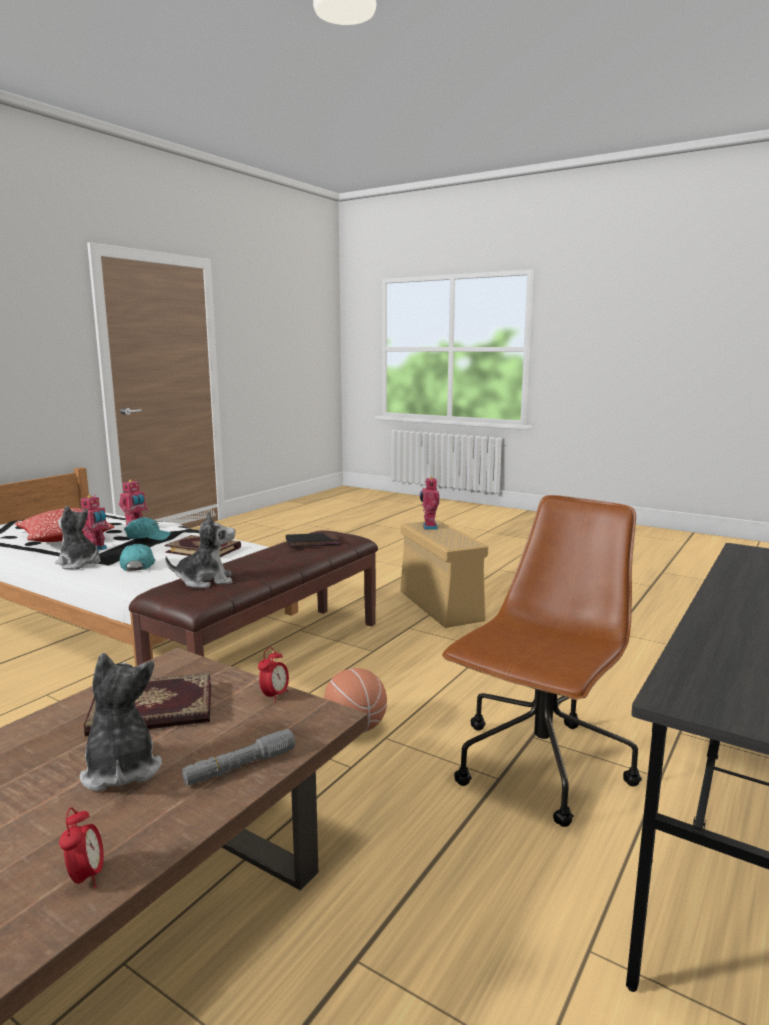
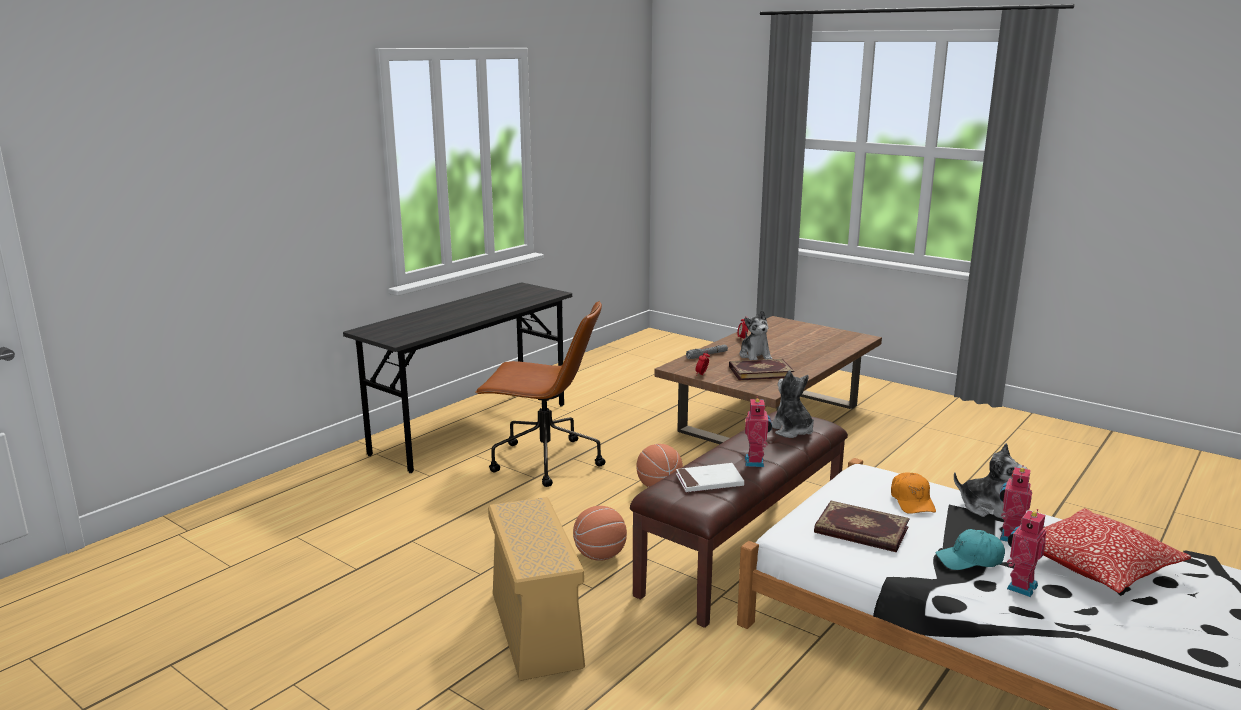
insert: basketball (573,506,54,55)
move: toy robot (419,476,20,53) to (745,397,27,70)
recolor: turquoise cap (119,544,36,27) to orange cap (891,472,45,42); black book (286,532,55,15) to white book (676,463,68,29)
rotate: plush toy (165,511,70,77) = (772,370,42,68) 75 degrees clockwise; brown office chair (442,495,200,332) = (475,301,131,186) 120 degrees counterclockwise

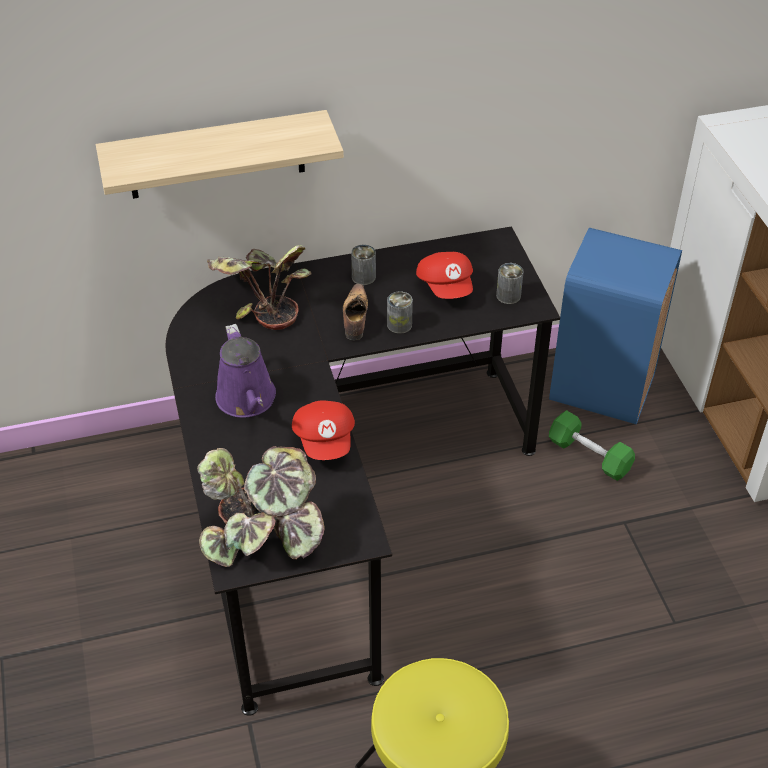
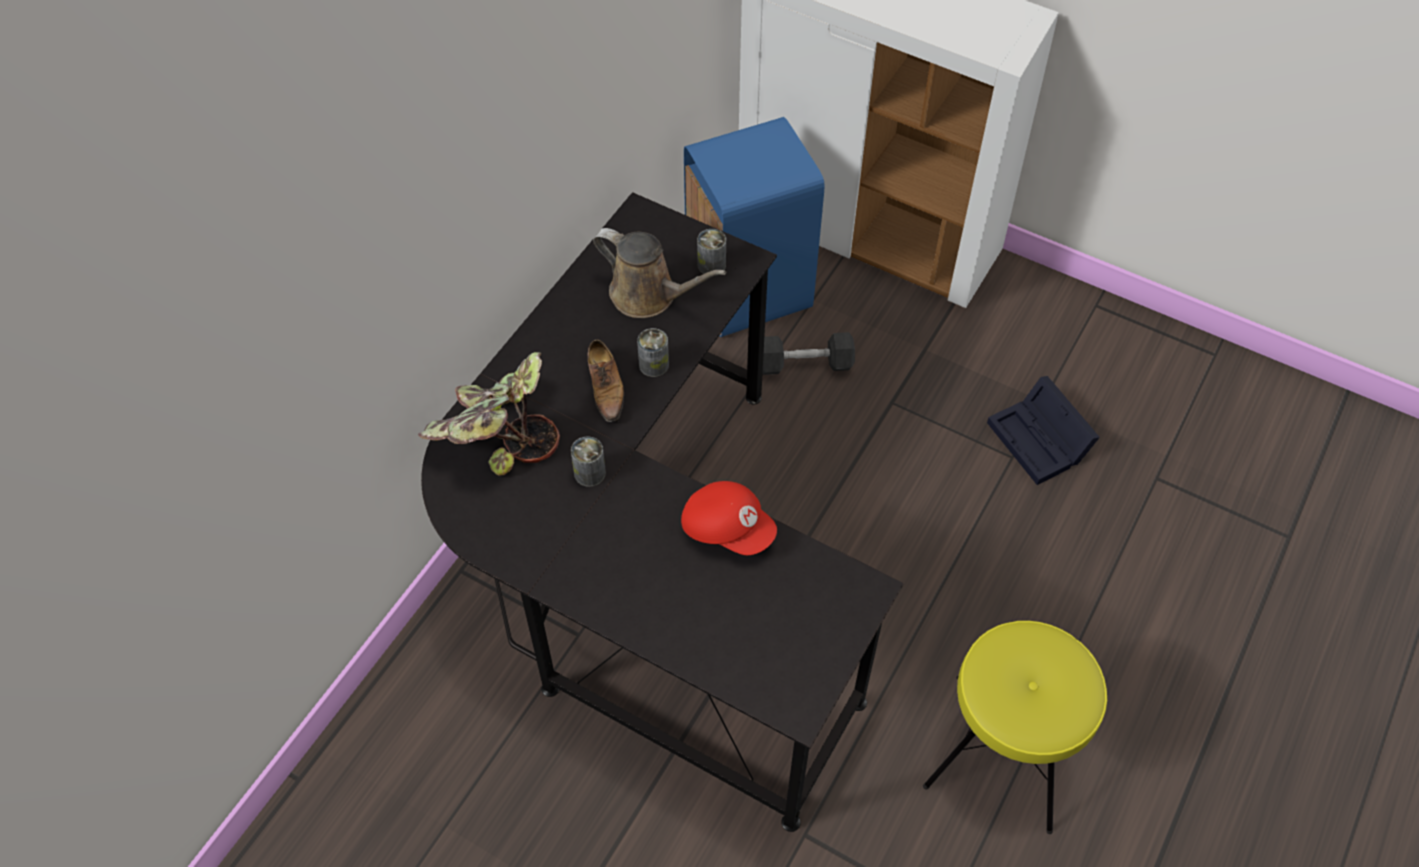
delete: shelf (96,110,248,89); potted plant (197,446,128,121); purple watering can (215,324,61,94)
insert: black storage box (987,376,113,109)
move: can (351,244,25,41) to (571,436,35,51)
replace: red cap (416,252,57,47) to brown watering can (593,228,133,90)
recolor: green dumbbell (549,410,86,71) to grey dumbbell (763,332,92,43)
rotate: shoe (343,284,25,57) = (588,340,36,82) 150 degrees counterclockwise

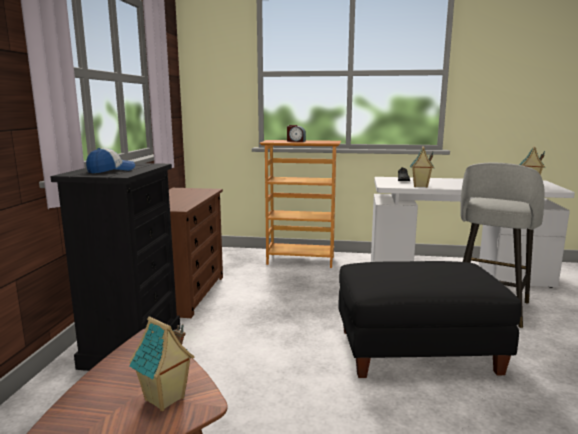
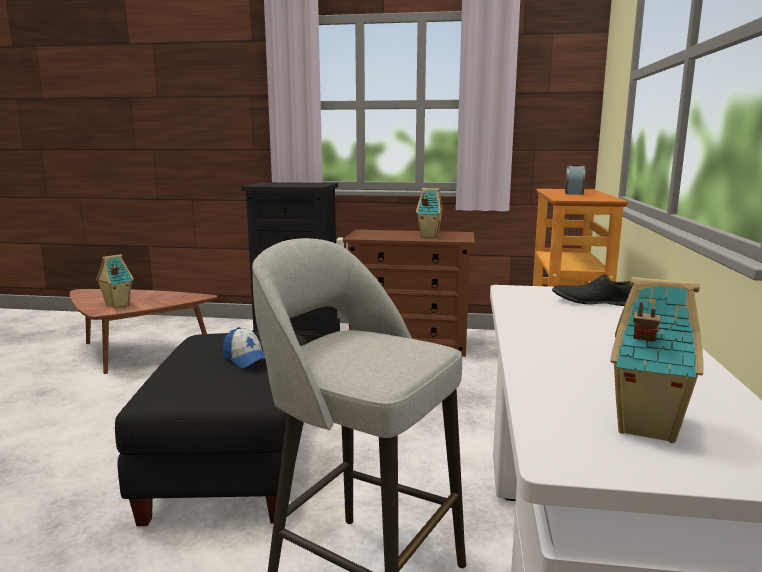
move: cap (86,148,49,25) to (223,327,42,41); toy house (410,146,25,42) to (416,188,28,49)

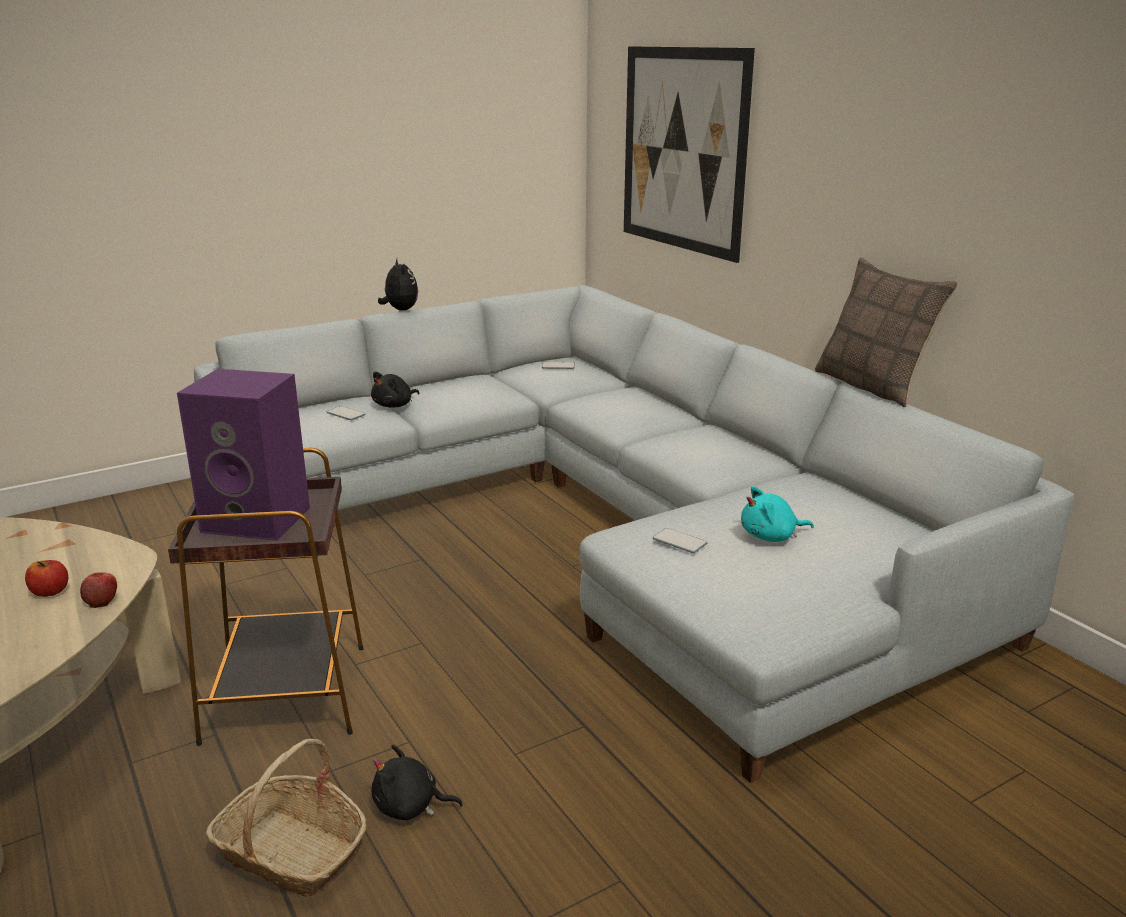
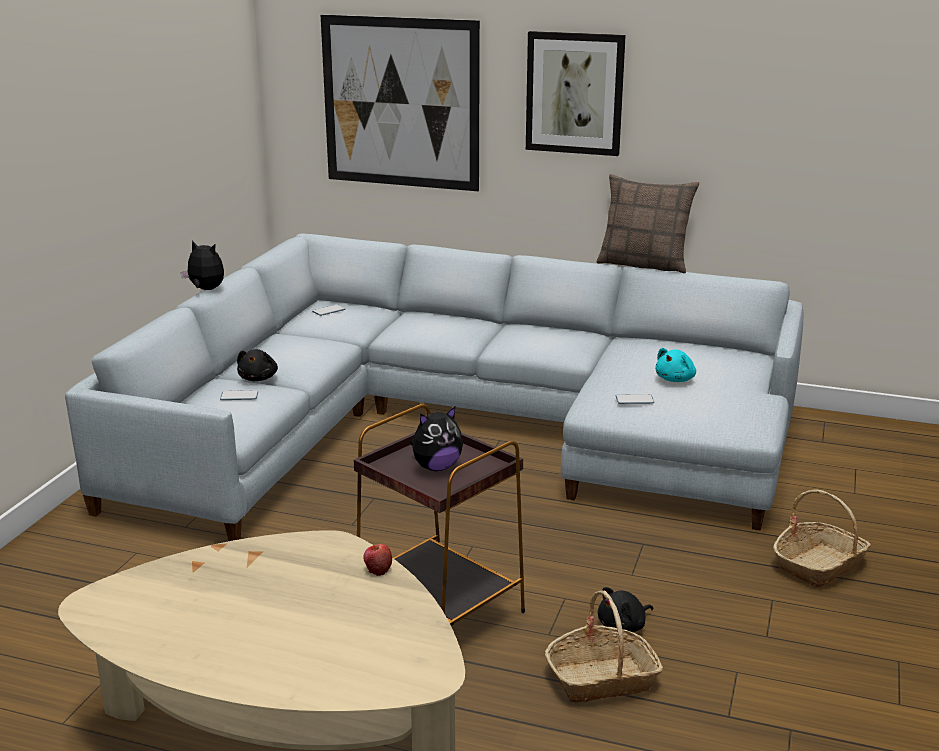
delete: apple (25,560,43,37)
insert: picture (526,31,100,125); basket (773,489,98,98)
replace: purple speaker (177,369,133,172) to plush toy (410,406,53,65)

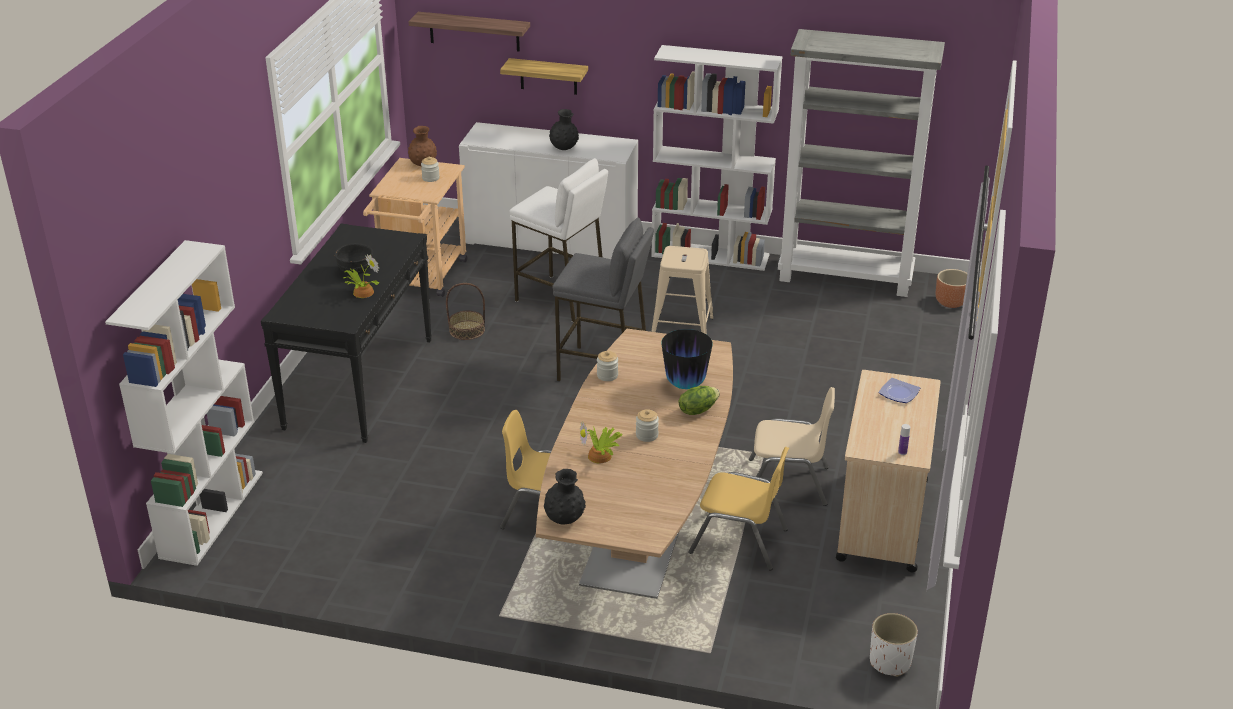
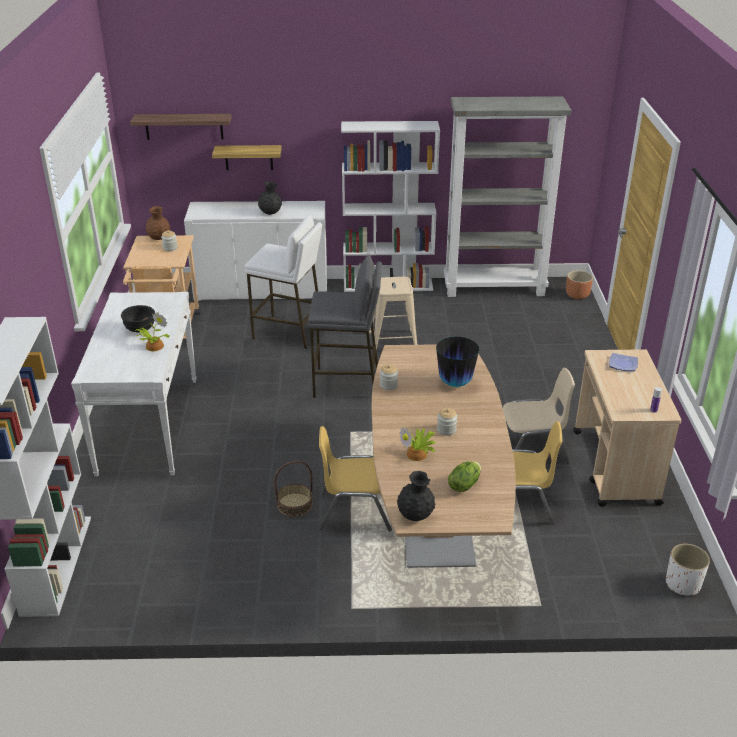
move: basket (446,283,39,57) to (274,461,39,56); lettuce (679,386,41,29) to (448,461,33,31)
recolor: black console table (261,224,171,219) to white console table (71,292,125,184)

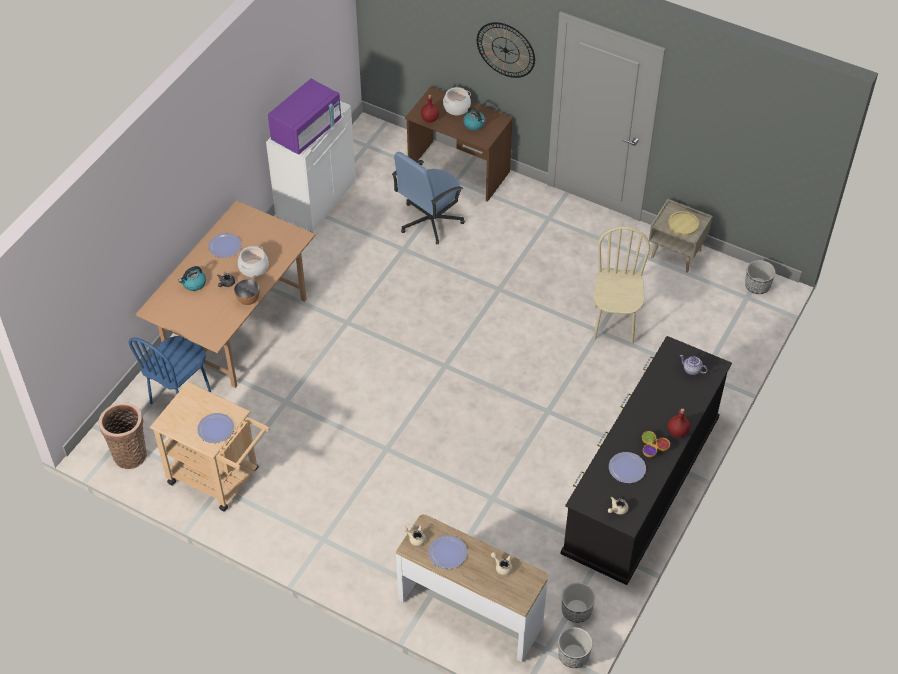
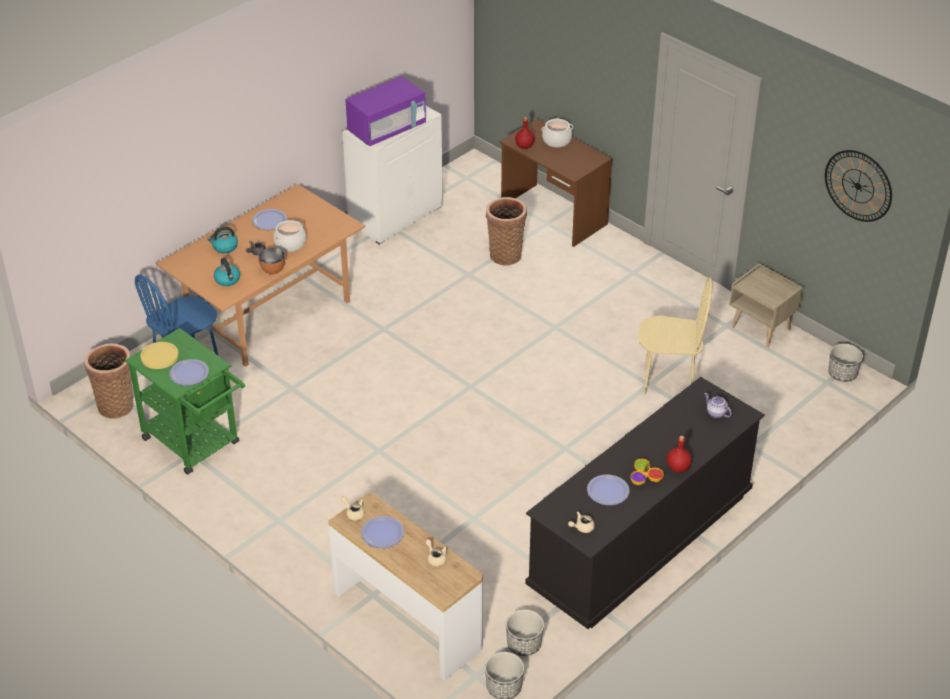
move: kettle (463,107,22,23) to (214,258,26,28); wall clock (477,22,58,56) to (825,150,67,72); yellow plate (668,211,31,25) to (141,342,38,27)
replace: blue office chair (392,152,73,92) to basket (486,197,41,69)
recolor: beige cart (150,382,120,129) to green cart (125,328,120,147)
rotate: beige chair (593,226,57,118) = (639,278,74,117) 75 degrees clockwise

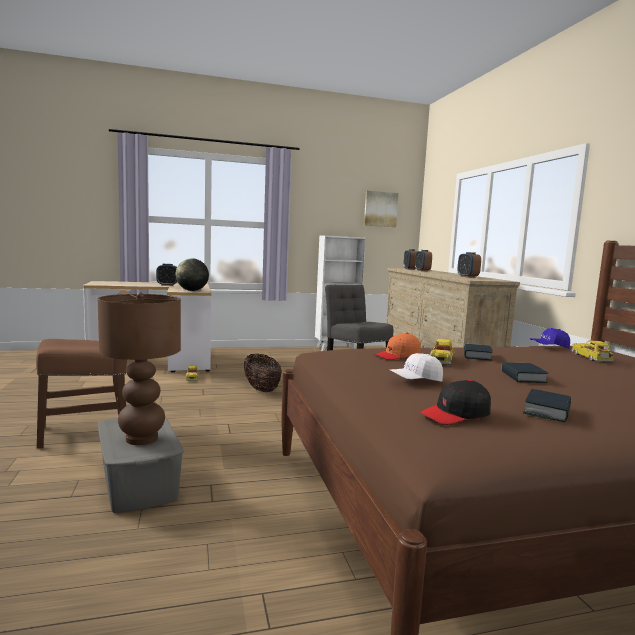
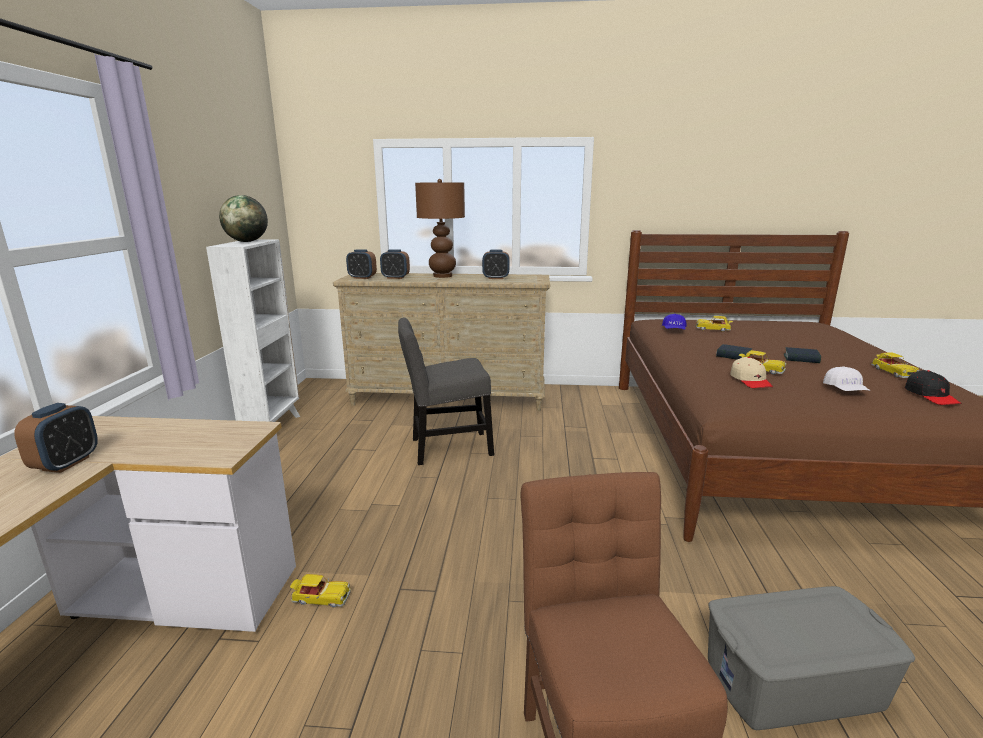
delete: basket (244,354,38,38); picture (364,191,34,36)
move: brown table lamp (98,292,83,153) to (415,179,50,99); globe (176,258,33,33) to (219,195,49,47)
replace: book (523,389,48,33) to toy car (871,352,49,26)
recolor: orange cap (374,333,47,27) to beige cap (730,357,43,31)

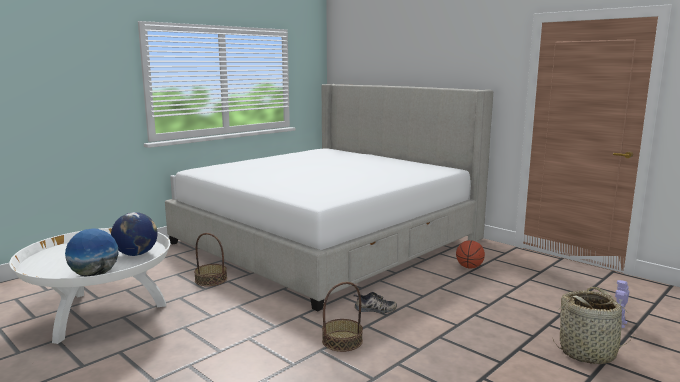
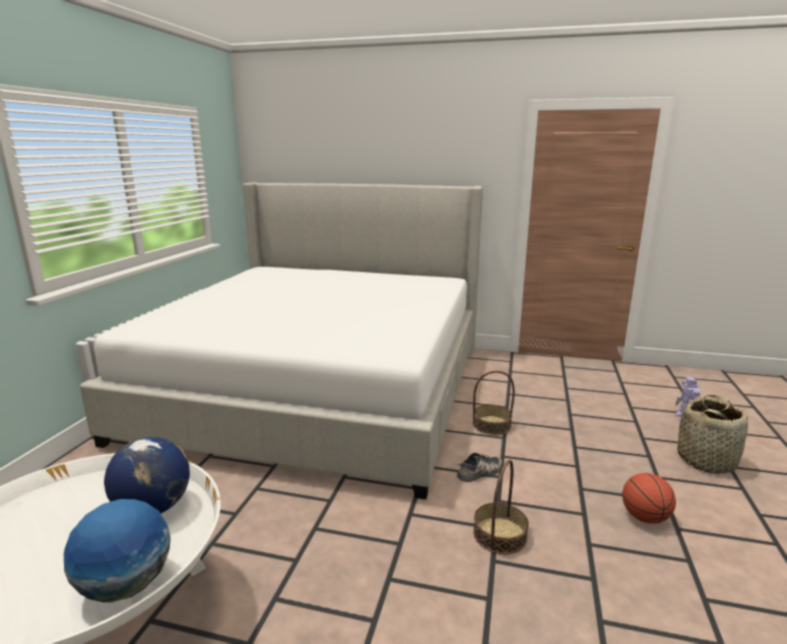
move: basket (194,233,33,53) to (473,371,42,64); basketball (456,240,29,28) to (622,473,54,51)

